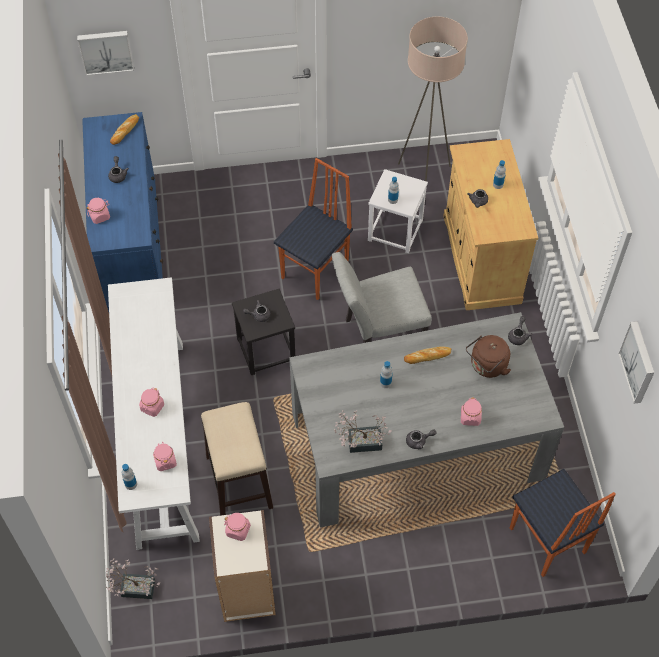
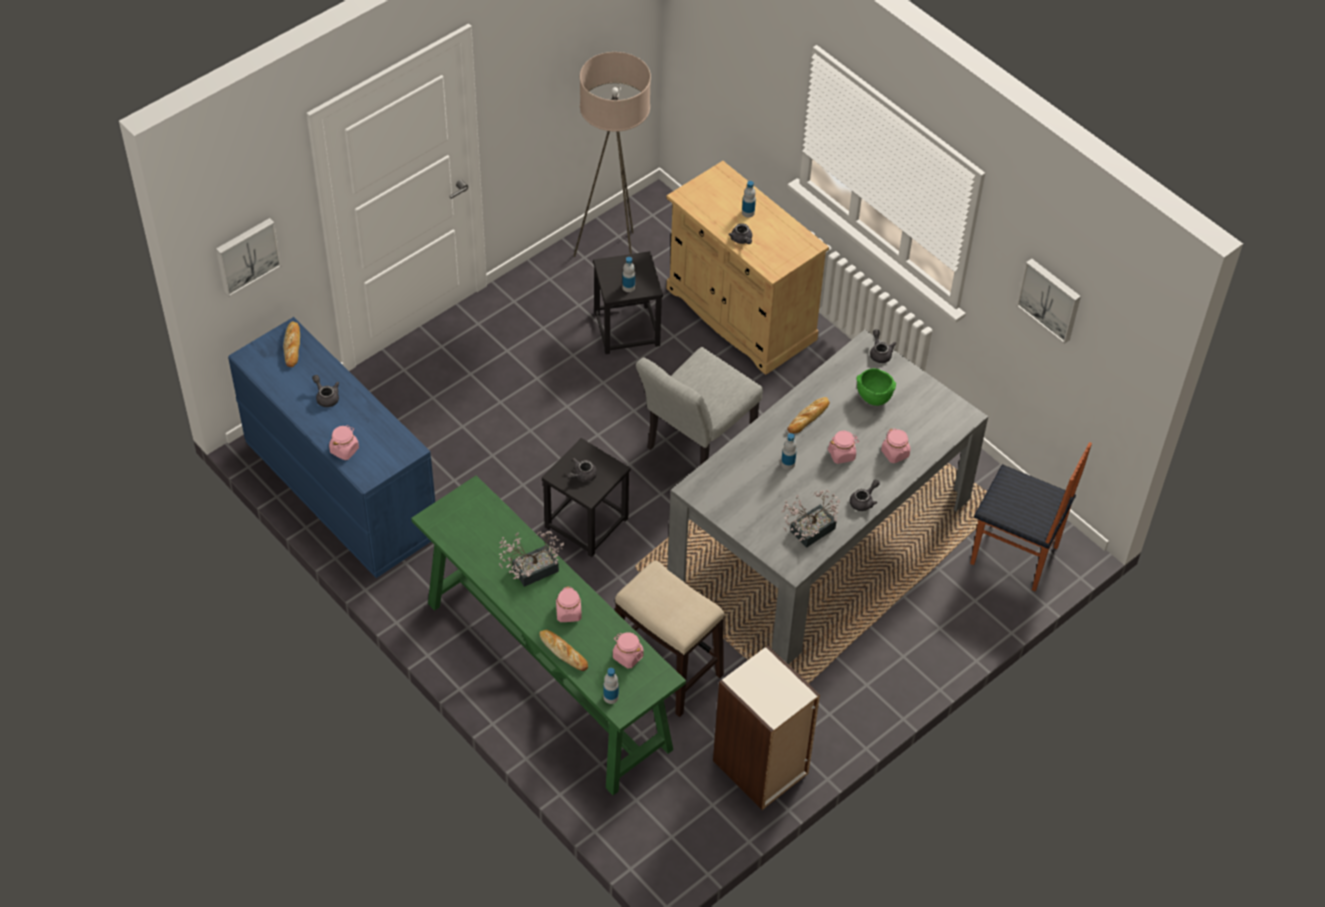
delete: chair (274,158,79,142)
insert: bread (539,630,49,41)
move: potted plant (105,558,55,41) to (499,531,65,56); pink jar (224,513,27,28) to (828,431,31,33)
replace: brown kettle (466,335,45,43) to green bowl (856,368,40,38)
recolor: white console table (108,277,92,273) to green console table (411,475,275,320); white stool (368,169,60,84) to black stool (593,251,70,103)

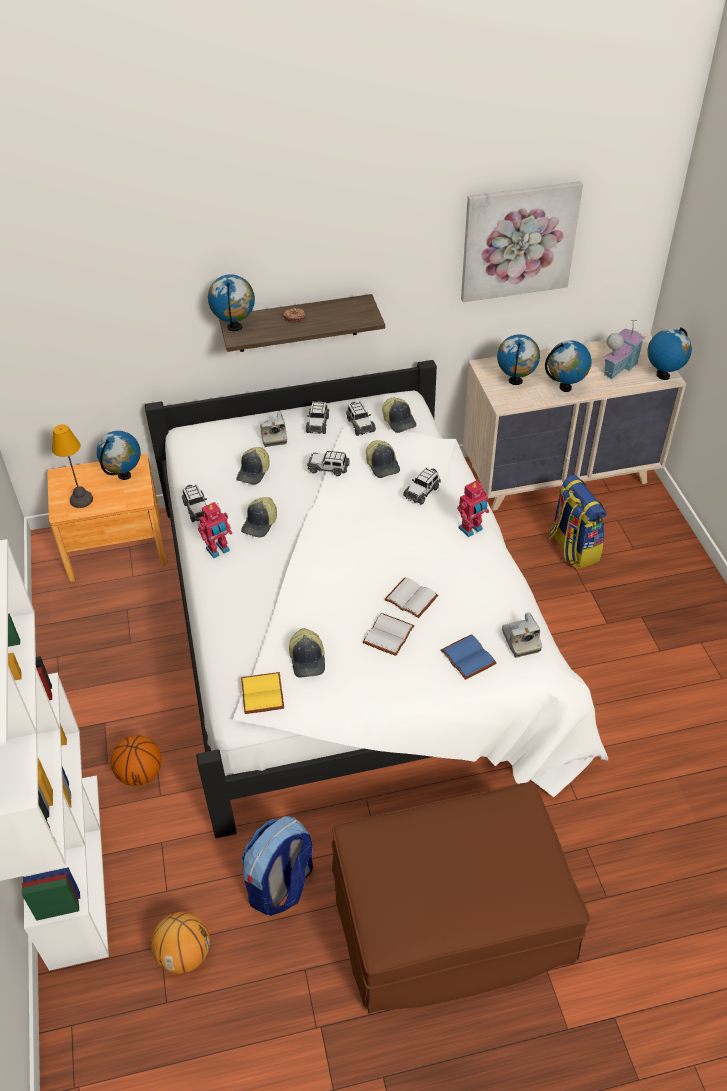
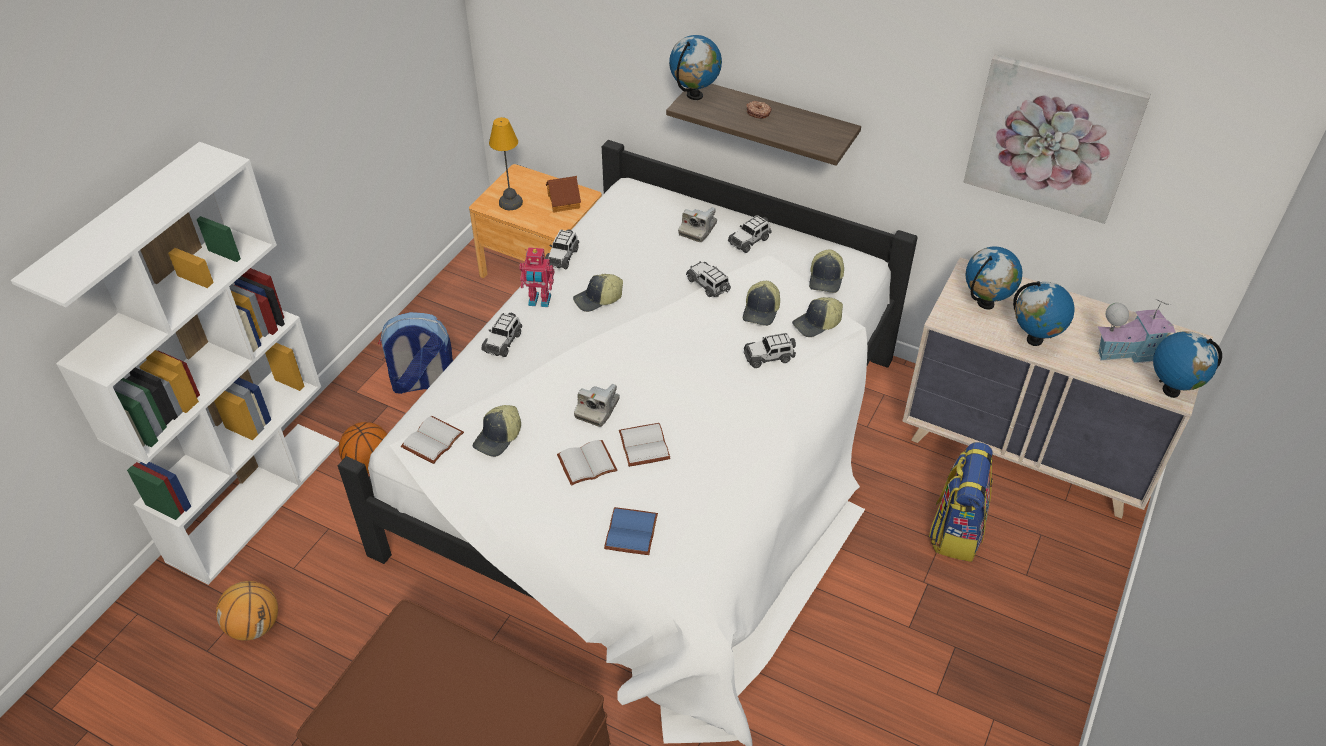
delete: toy robot (457,481,32,56)
move: cap (236,447,34,38) to (792,297,51,40); backpack (241,816,72,100) to (378,312,75,82); toy car (346,402,30,34) to (481,313,41,44); photo camera (502,612,40,46) to (574,384,46,43)
replace: globe (97,431,44,49) to toy house (546,176,35,36)
recolor: yellow book (241,672,43,42) to white book (401,415,63,49)

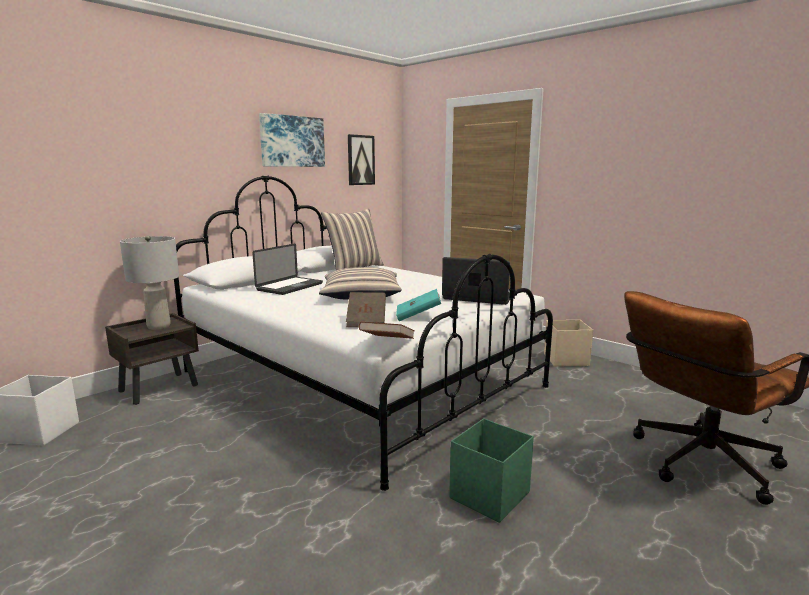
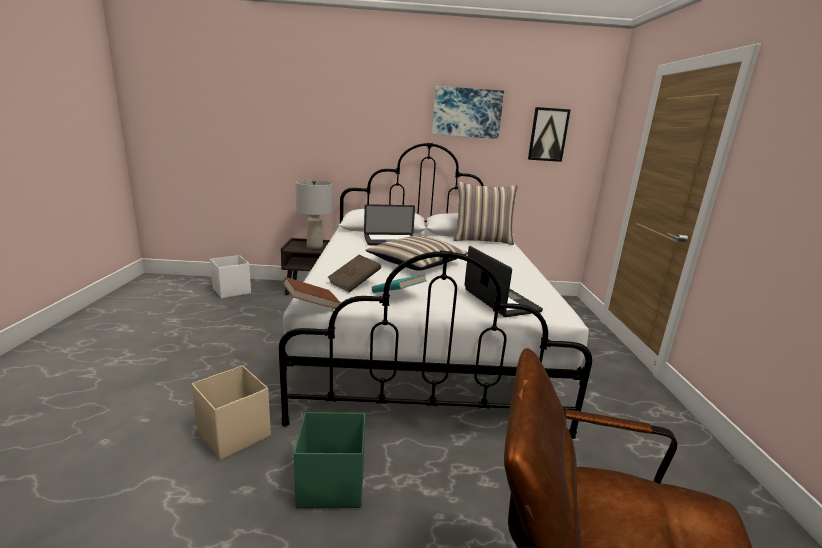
move: beige storage box (544,320,49,46) to (191,365,80,95)

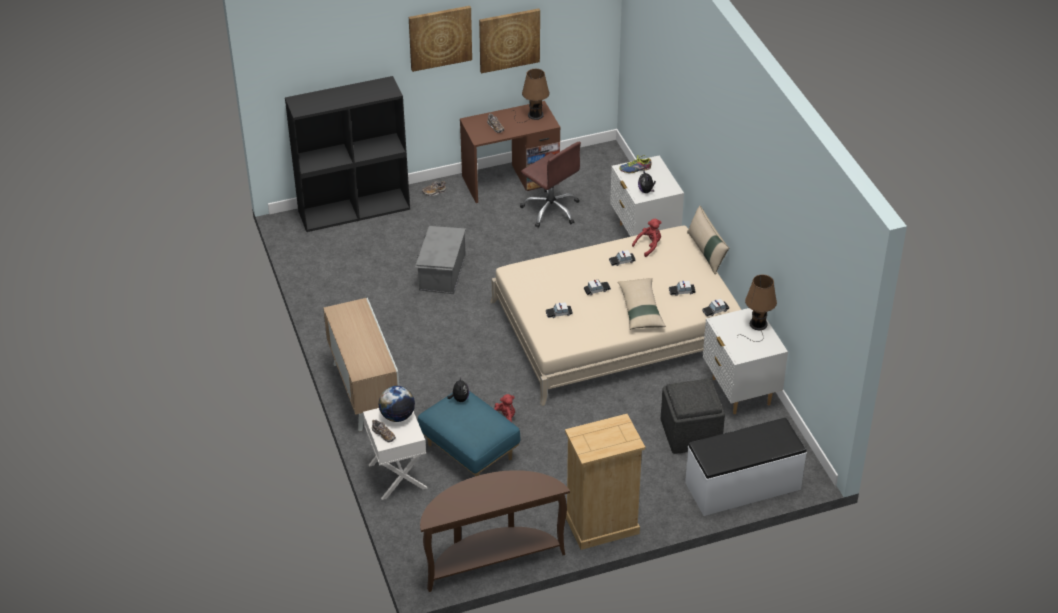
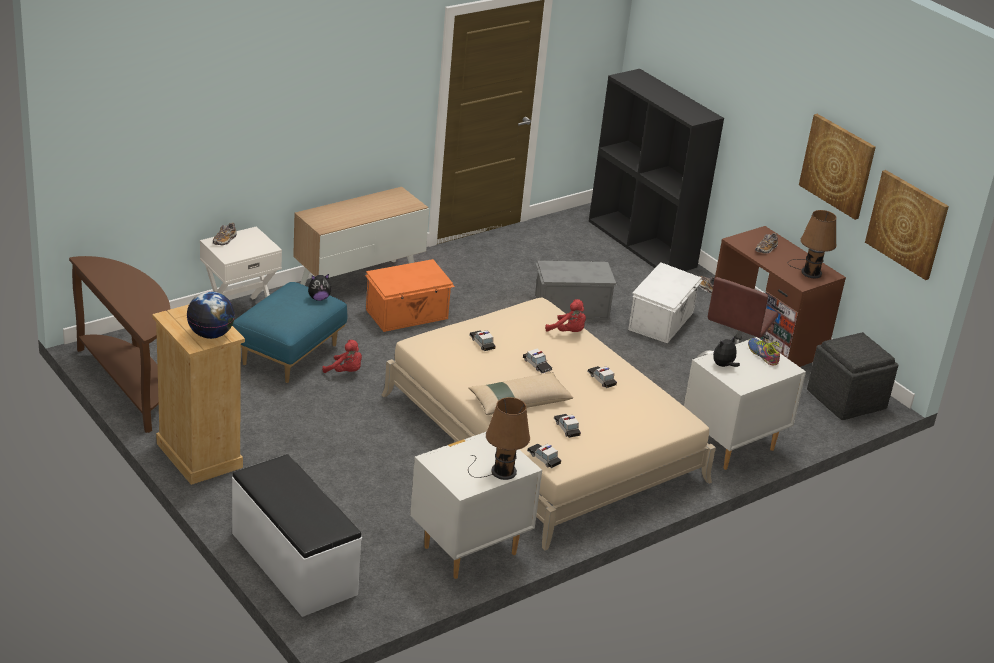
delete: beige pillow (687,206,42,69)
insert: orange storage box (365,259,90,73); white storage box (628,262,75,81)
move: globe (379,386,36,36) to (187,291,48,48); picture (409,6,63,66) to (865,170,84,110); red plush toy (632,219,30,38) to (545,299,41,33); grey ottoman (661,378,64,76) to (807,332,91,88)

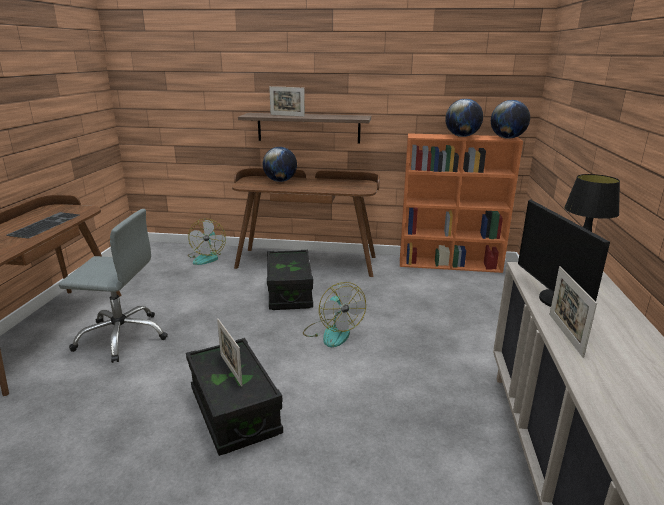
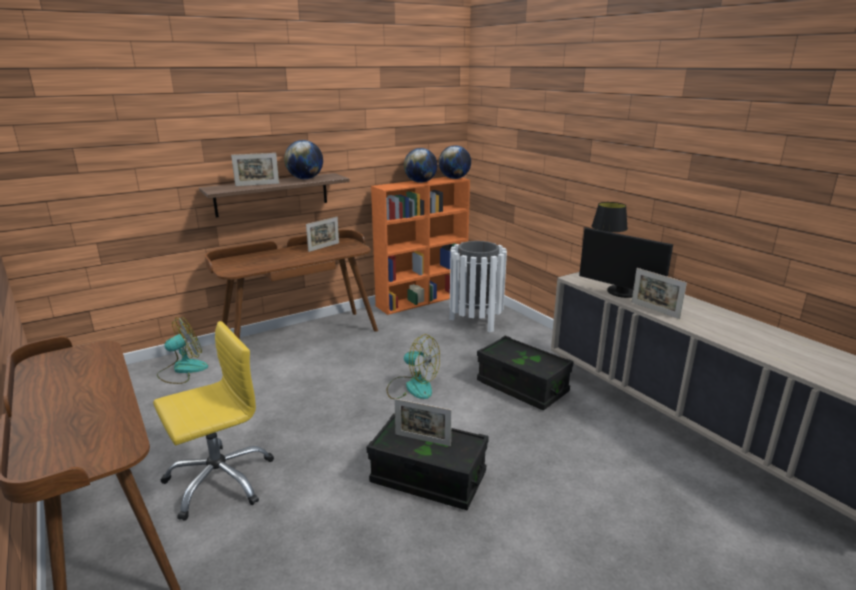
delete: keyboard (7,212,72,27)
insert: picture frame (306,217,33,35); white trash can (450,241,57,92)
move: globe (263,147,34,35) to (284,140,39,39); black storage box (267,250,46,60) to (477,336,97,74)
recolor: grey office chair (59,209,109,154) to yellow office chair (153,321,121,200)
rotate: fan (188,219,38,46) = (157,317,51,67) 90 degrees counterclockwise

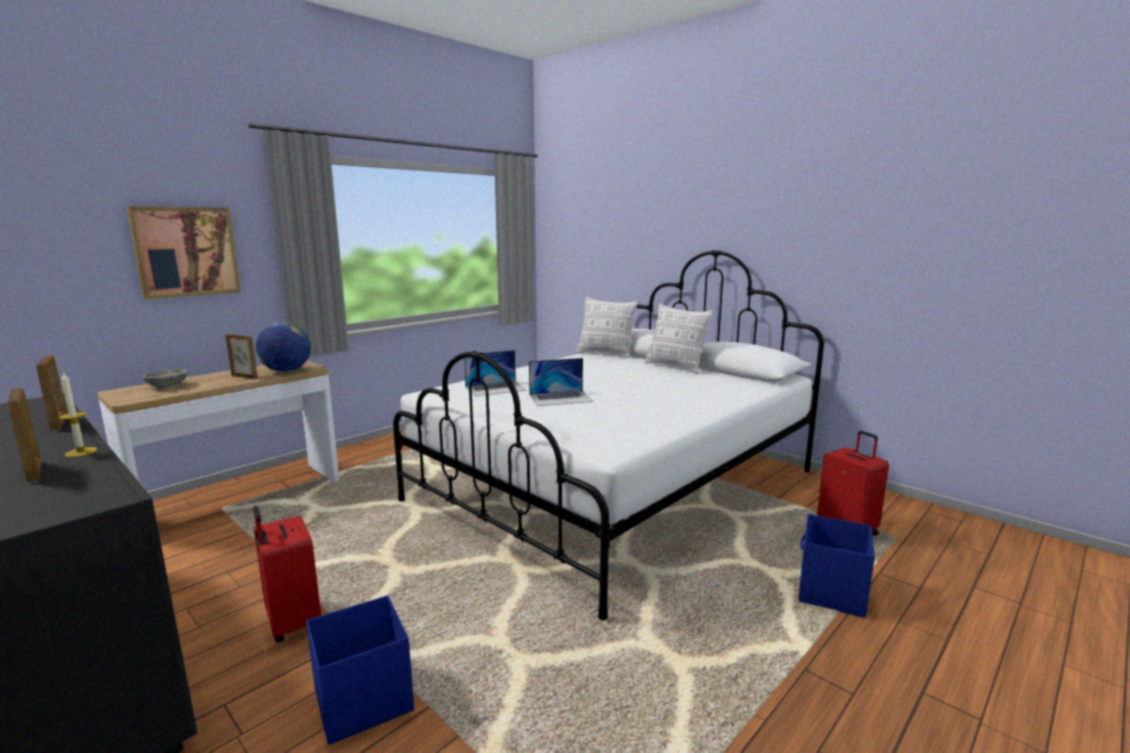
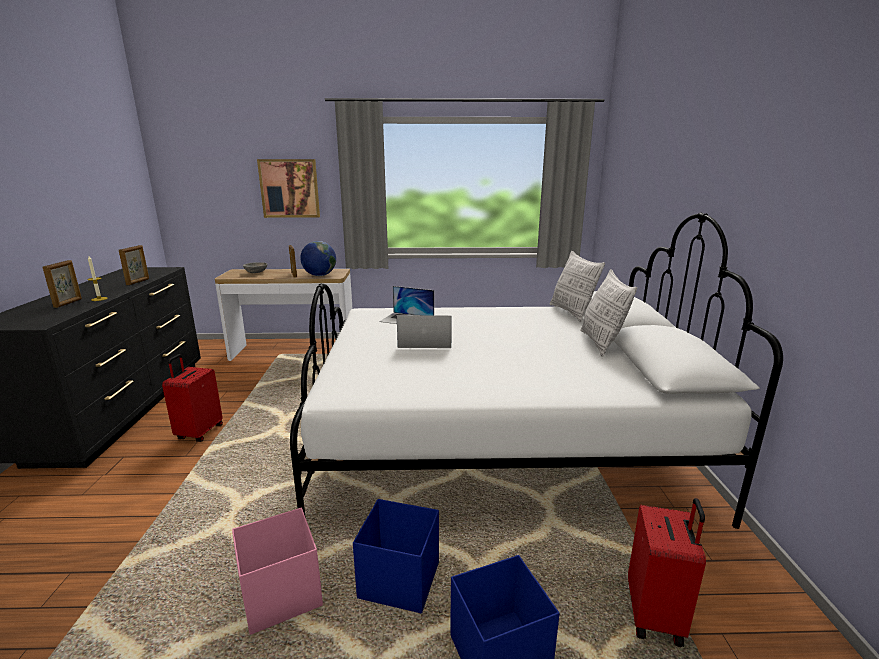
insert: pink storage box (232,508,91,127)
move: blue storage box (306,595,108,150) to (353,499,86,114)
rotate: laptop (529,358,64,48) = (397,315,55,33) 150 degrees clockwise

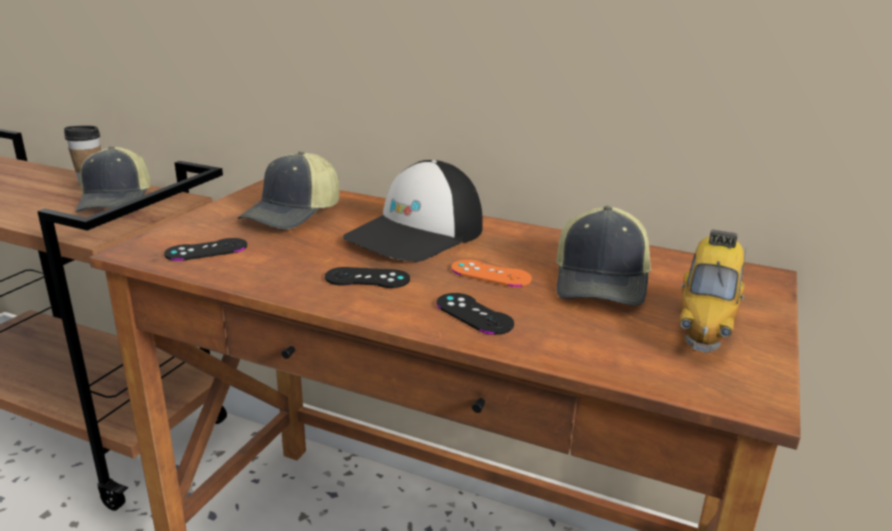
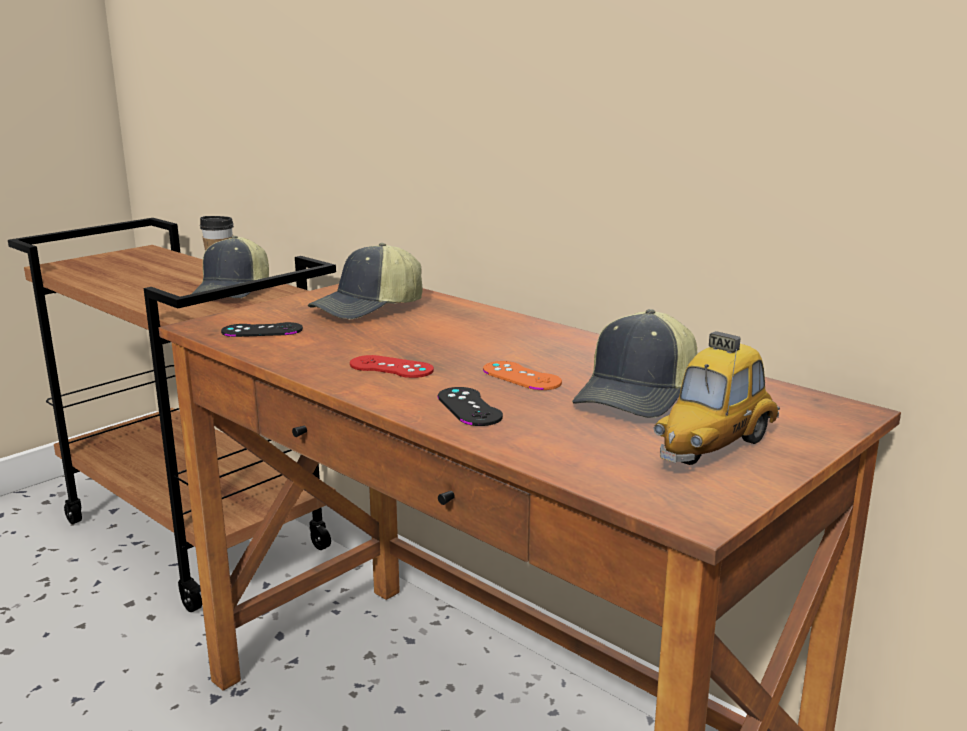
delete: cap (343,160,140,102)
recolor: black game controller (325,267,85,21) to red game controller (350,355,84,23)

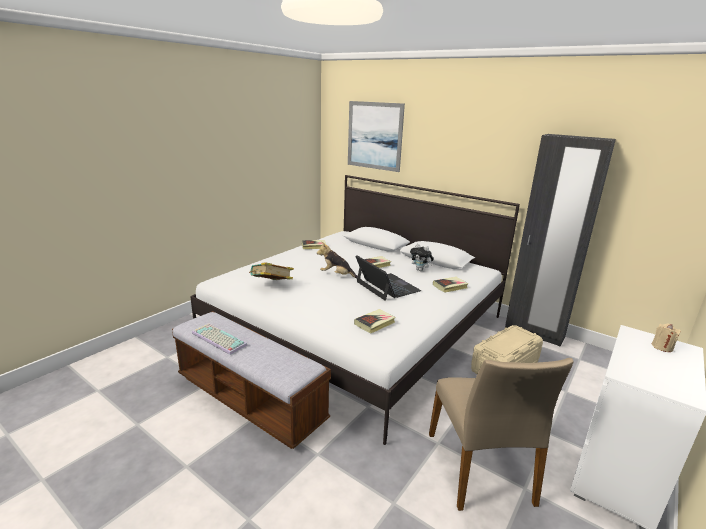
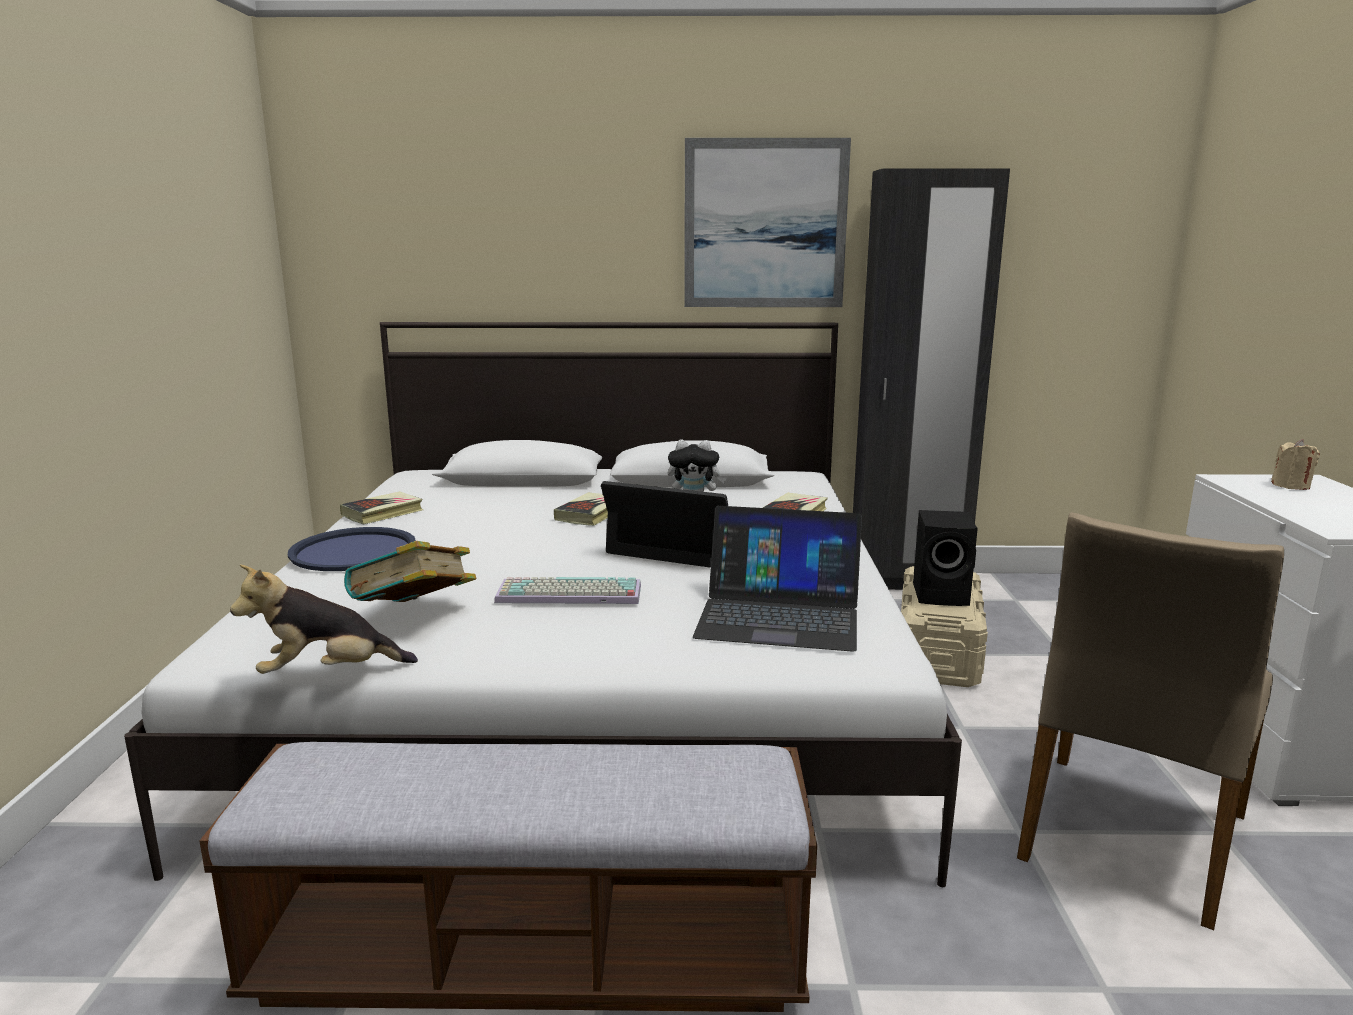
insert: blue tray (288,527,128,44); black speaker (913,510,65,96)
move: keyboard (192,323,55,32) to (494,577,147,27); plush toy (317,242,41,37) to (230,565,188,109); picture (348,101,57,71) to (684,138,167,169)
replace: book (354,309,42,25) to laptop (693,506,169,146)
rotate: beige chair (429,358,144,153) = (1017,512,267,418) 75 degrees clockwise

